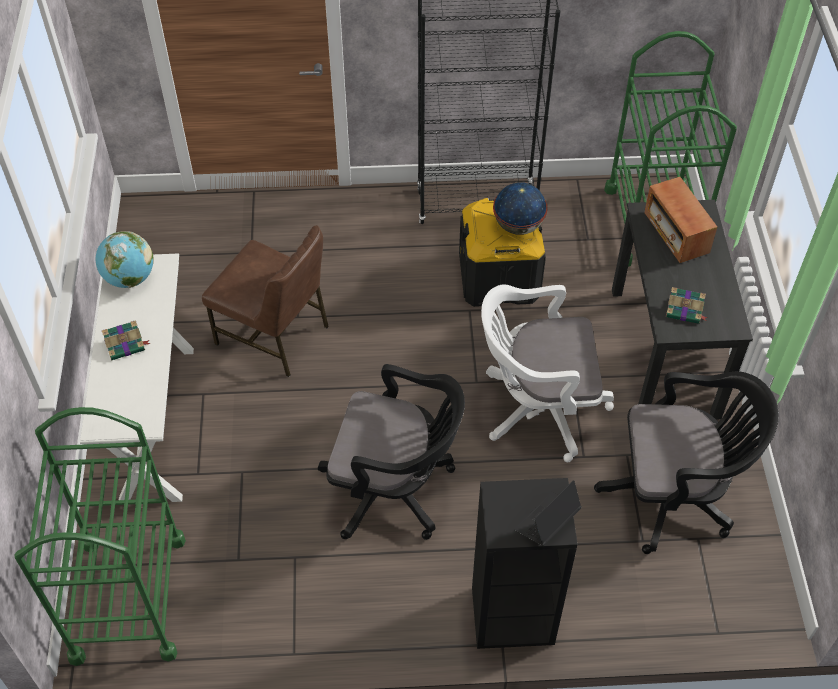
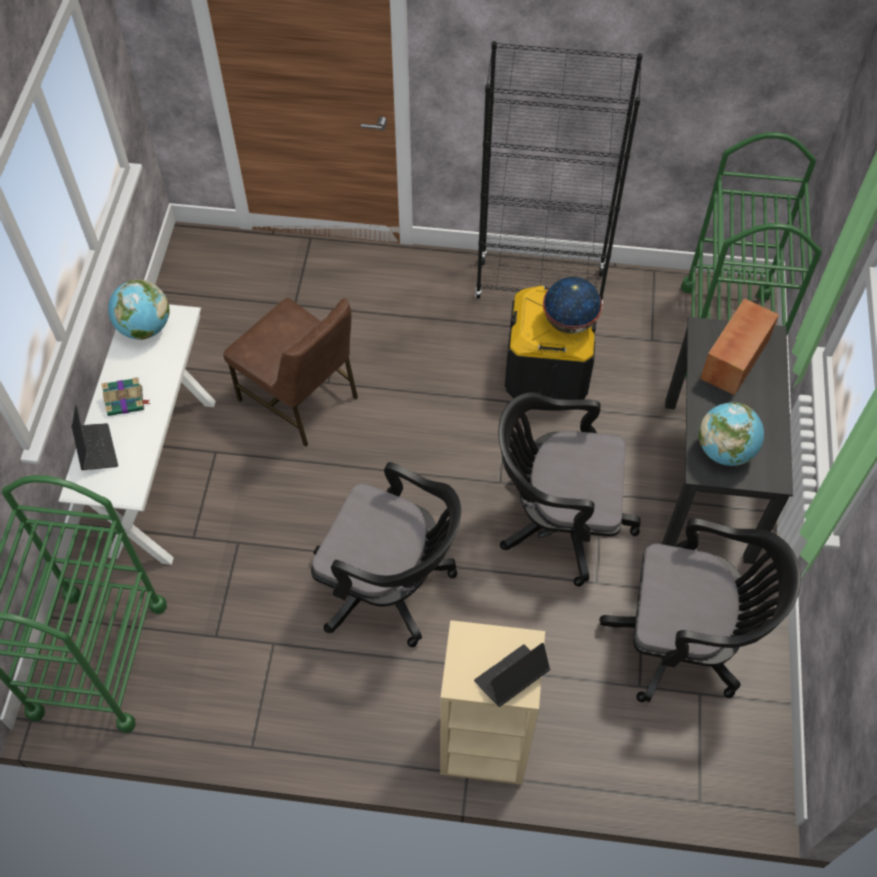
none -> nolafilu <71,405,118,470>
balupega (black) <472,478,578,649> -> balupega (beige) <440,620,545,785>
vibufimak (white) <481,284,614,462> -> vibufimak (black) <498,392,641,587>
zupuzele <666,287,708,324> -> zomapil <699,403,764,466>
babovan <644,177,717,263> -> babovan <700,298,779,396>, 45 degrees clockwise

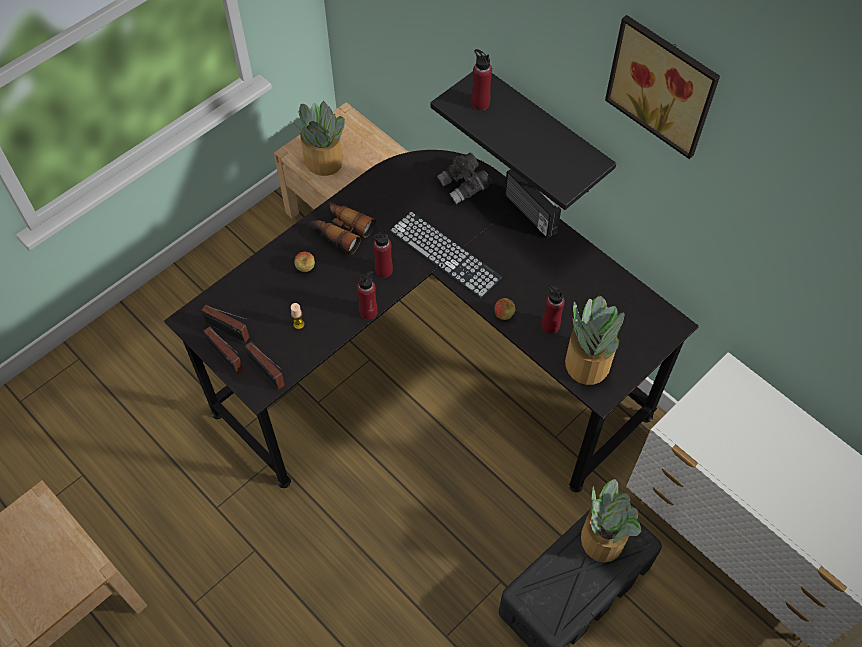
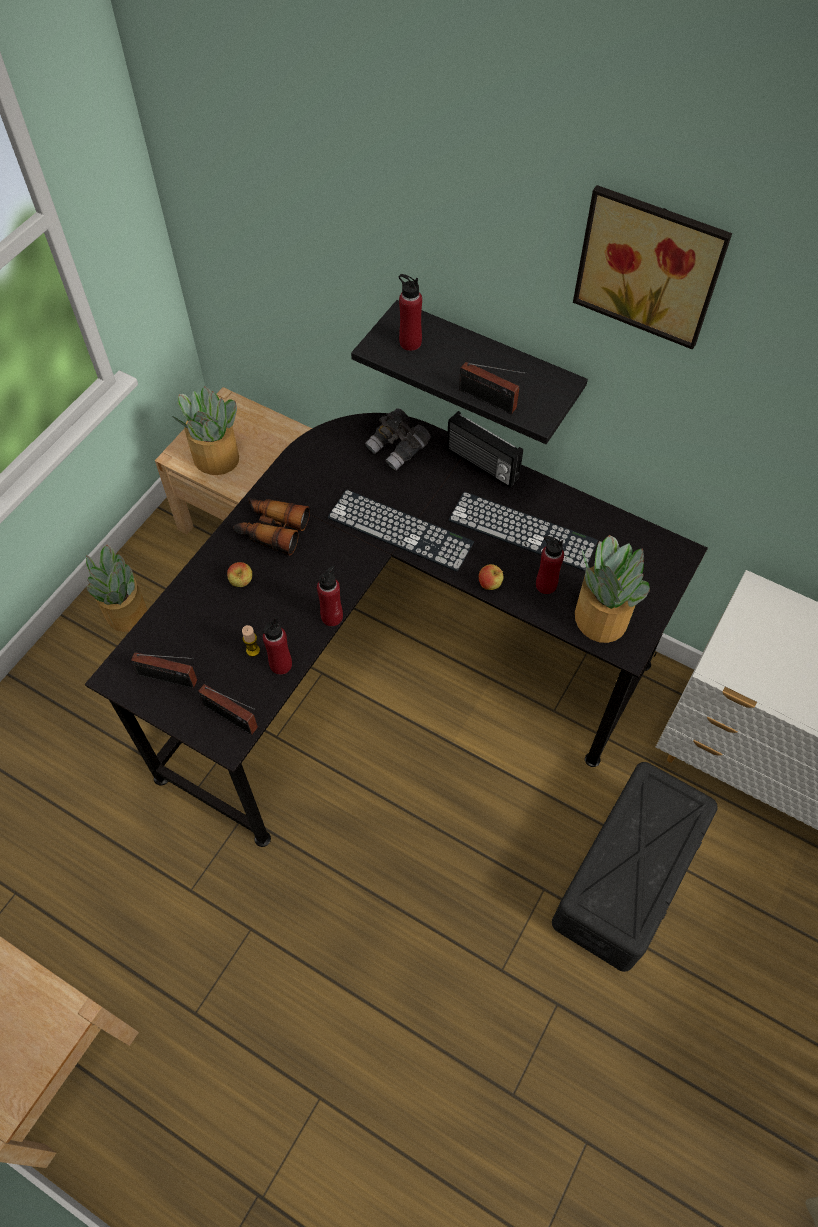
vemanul <581,479,641,563> -> vemanul <86,545,147,632>, relocated
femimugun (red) <373,229,393,278> -> femimugun (red) <263,617,292,675>, relocated
none -> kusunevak <448,492,598,571>
babovan <203,326,243,374> -> babovan <459,362,528,414>, relocated

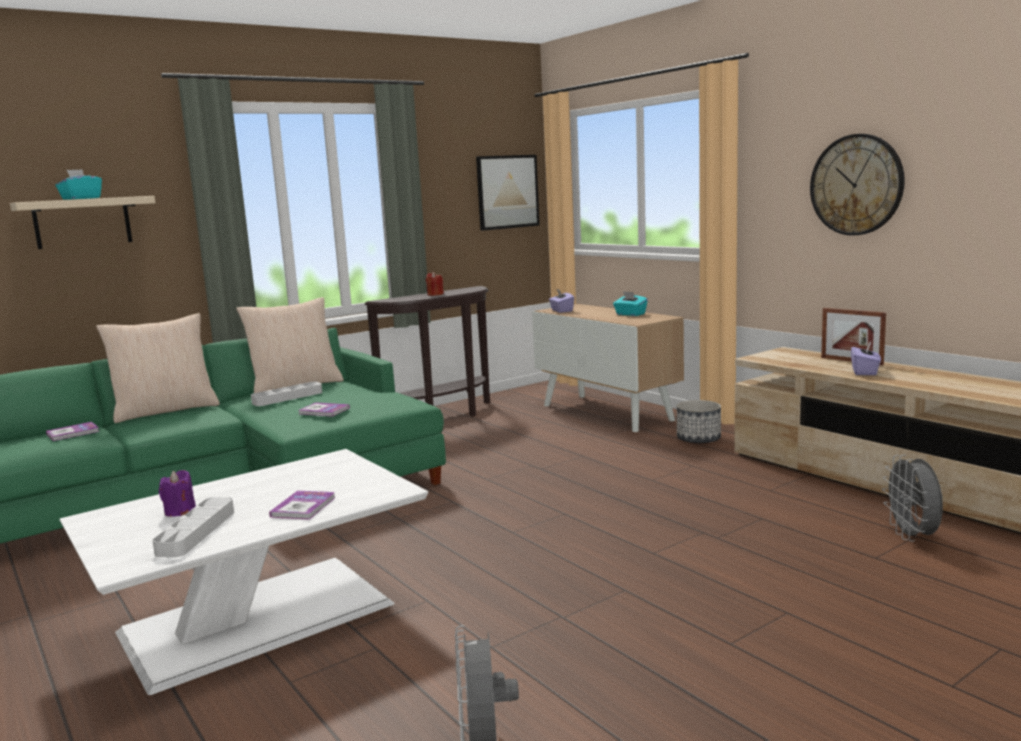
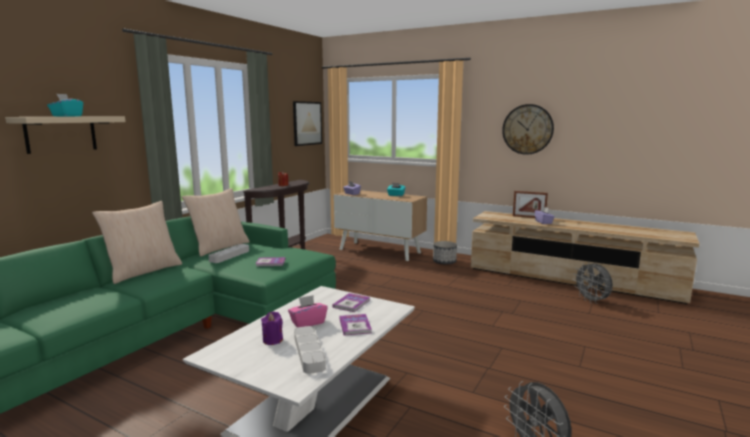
none -> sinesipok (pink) <288,295,328,327>
zupuzele <46,422,100,441> -> zupuzele <332,293,370,312>, relocated

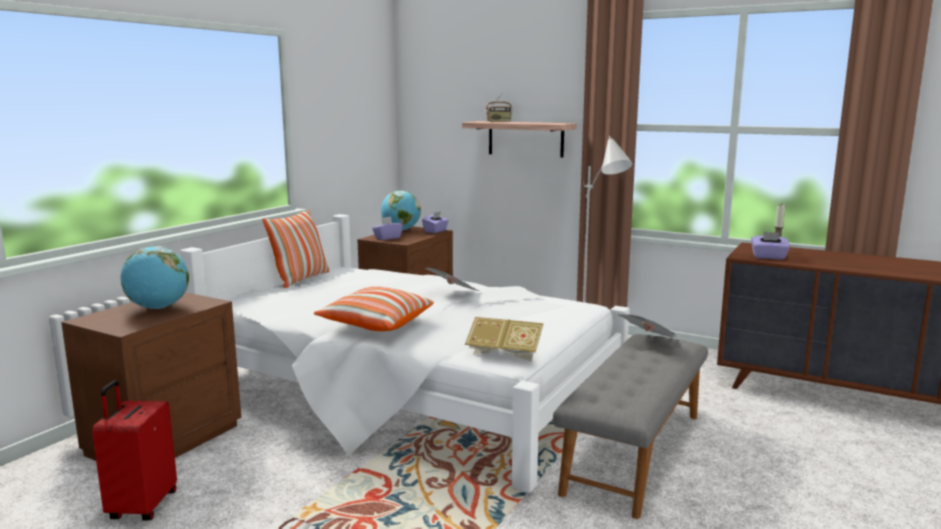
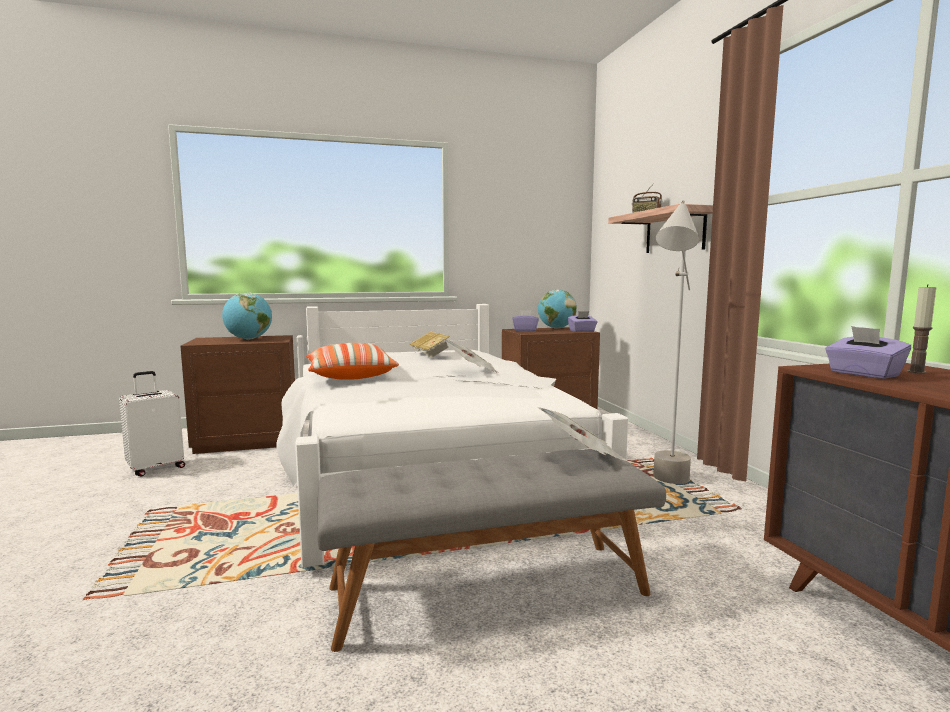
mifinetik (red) <92,380,177,521> -> mifinetik (white) <119,371,185,476>
zupuzele <465,317,544,361> -> zupuzele <409,331,450,358>, relocated
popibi <262,209,330,288> -> none

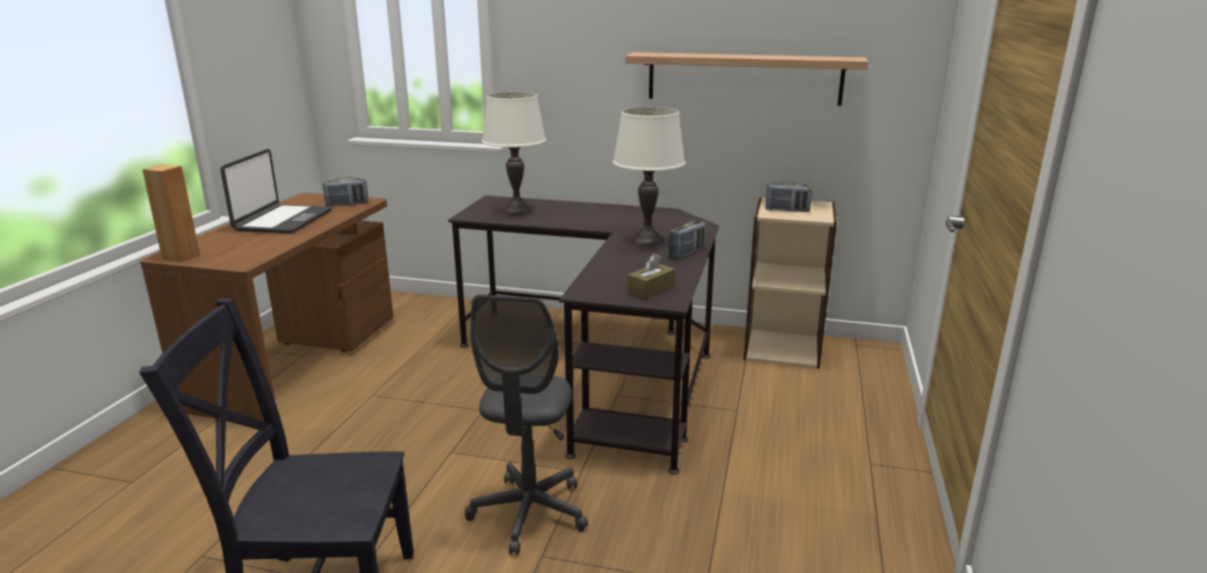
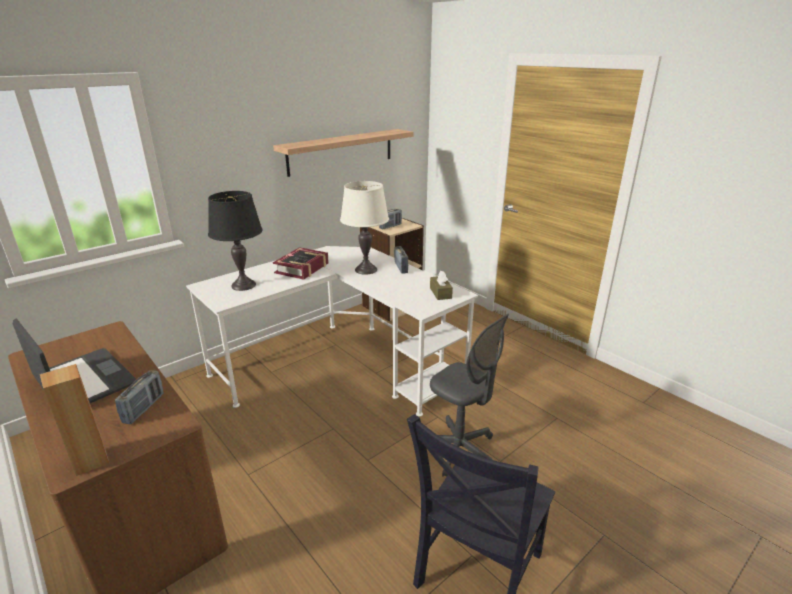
babovan <323,177,368,207> -> babovan <115,370,164,424>, relocated
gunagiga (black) <448,195,719,474> -> gunagiga (white) <186,246,478,417>
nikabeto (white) <482,92,546,215> -> nikabeto (black) <208,191,263,291>
none -> zupuzele <273,247,329,280>

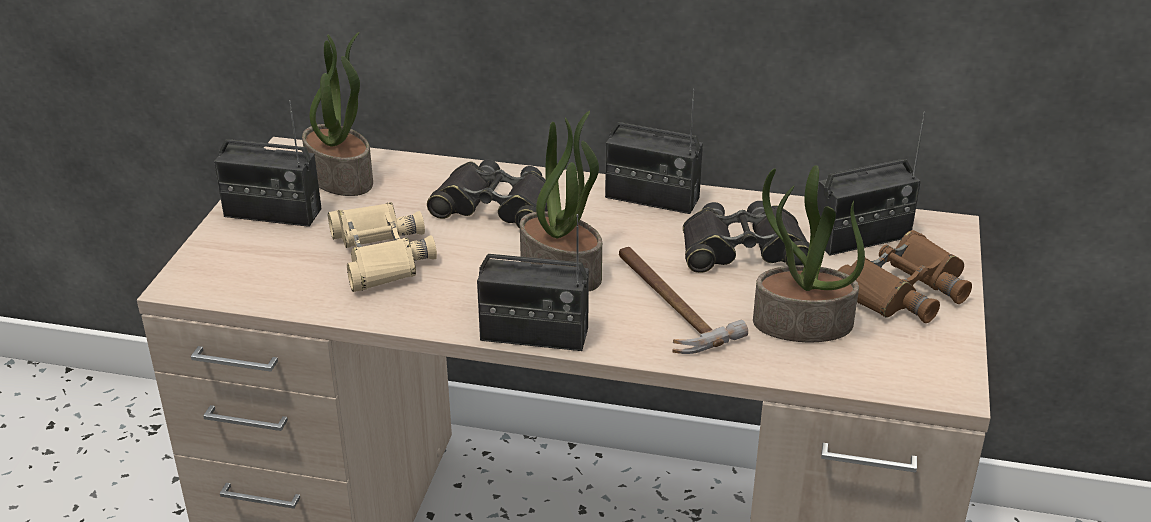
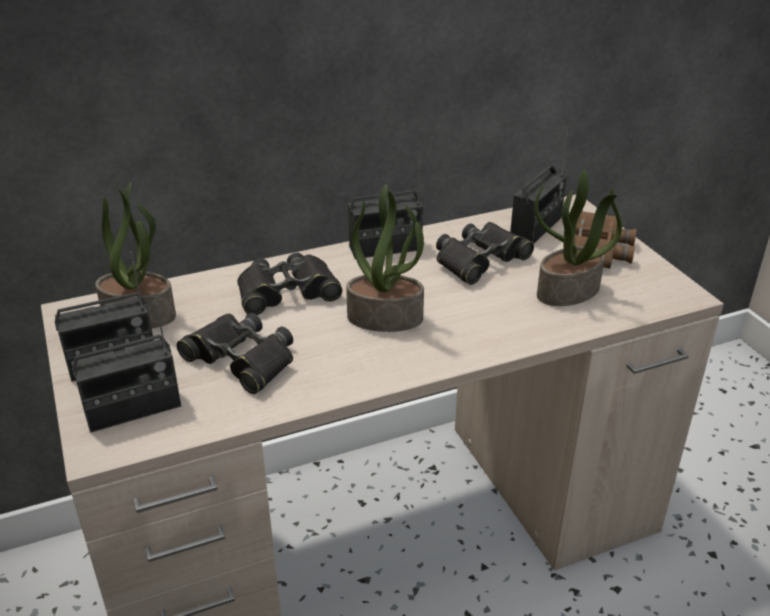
babovan <477,214,589,351> -> babovan <71,293,181,433>, relocated
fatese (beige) <328,202,437,292> -> fatese (black) <177,313,293,394>
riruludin <619,247,748,354> -> none

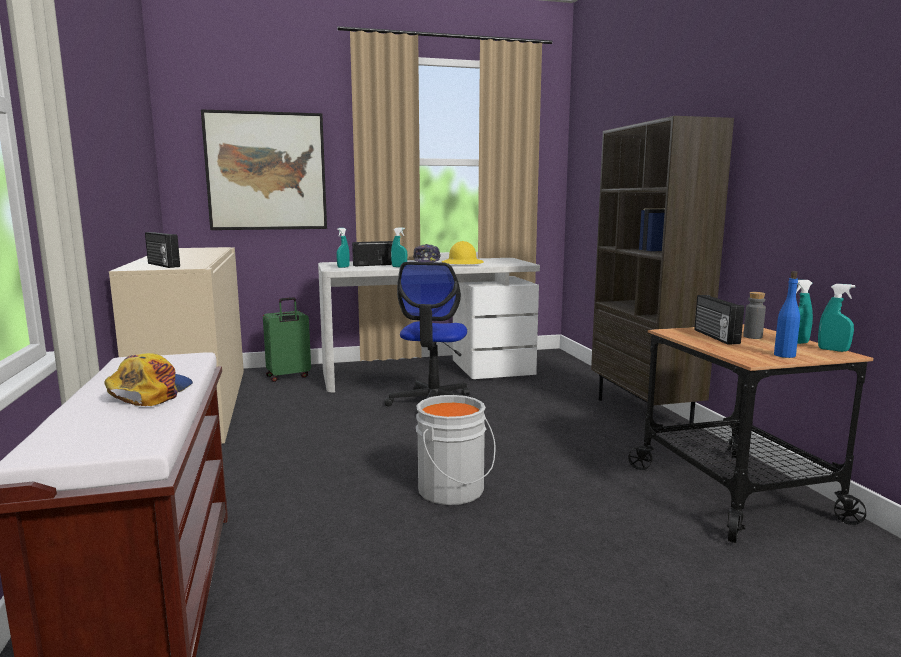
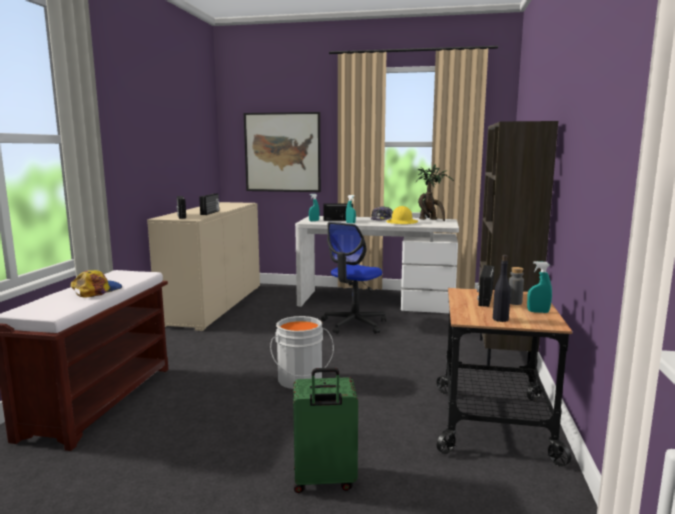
none -> babovan <199,194,219,215>
mifinetik (green) <263,297,311,382> -> mifinetik (green) <293,368,358,493>, relocated
none -> vemanul <416,165,454,221>
femimugun (blue) <774,271,800,358> -> femimugun (black) <493,255,511,322>
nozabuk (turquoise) <818,284,855,352> -> none

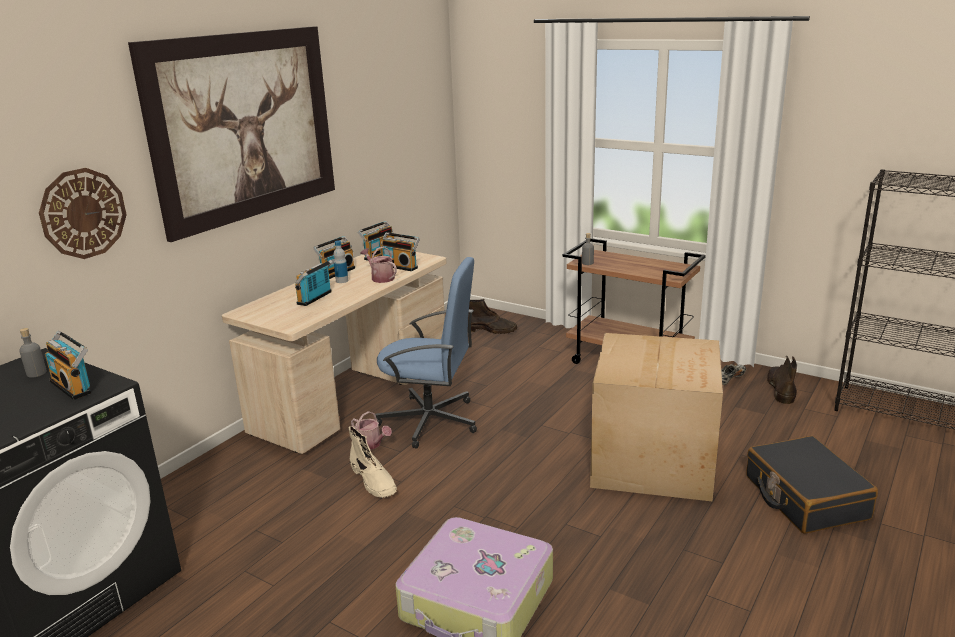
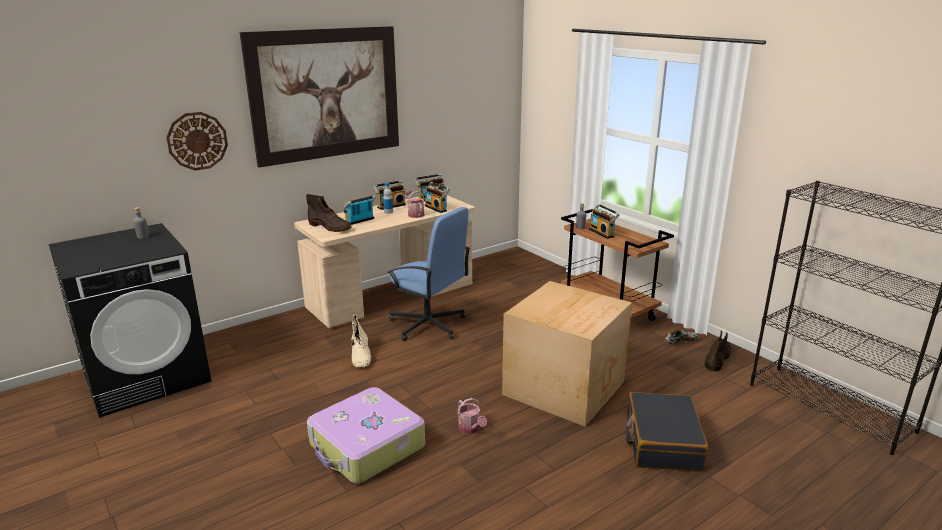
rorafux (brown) <468,299,517,334> -> rorafux (brown) <306,194,352,232>, relocated
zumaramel <351,411,392,450> -> zumaramel <458,398,487,434>, relocated
babovan <45,331,91,400> -> babovan <589,204,620,239>, relocated

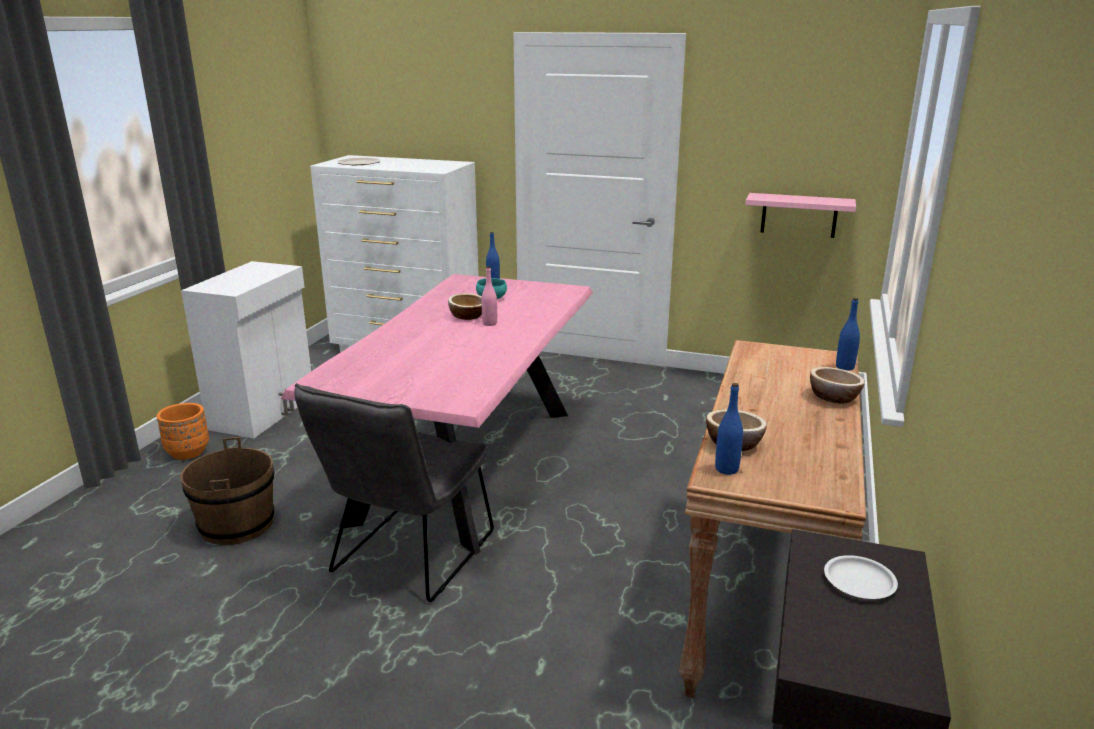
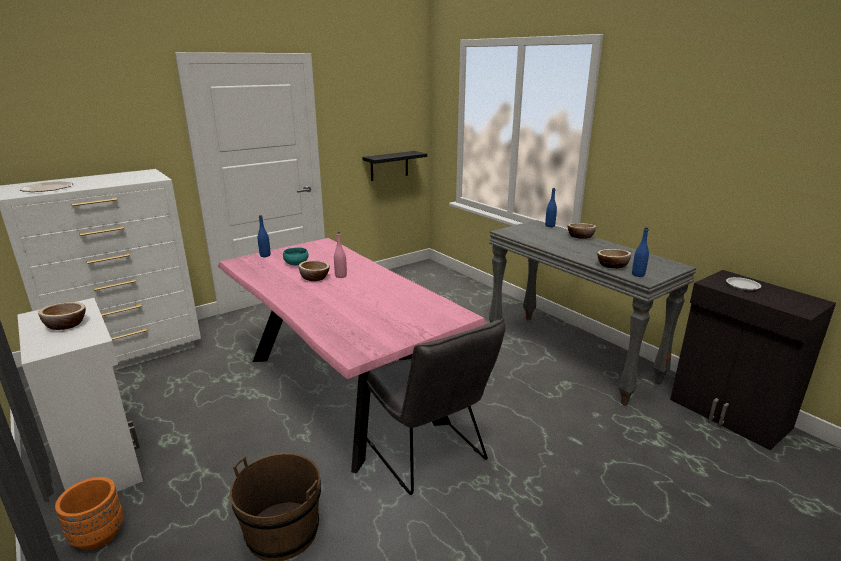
none -> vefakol <38,302,86,330>
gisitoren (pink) <745,193,856,238> -> gisitoren (black) <362,151,427,181>
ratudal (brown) <679,340,866,698> -> ratudal (grey) <489,220,696,406>

